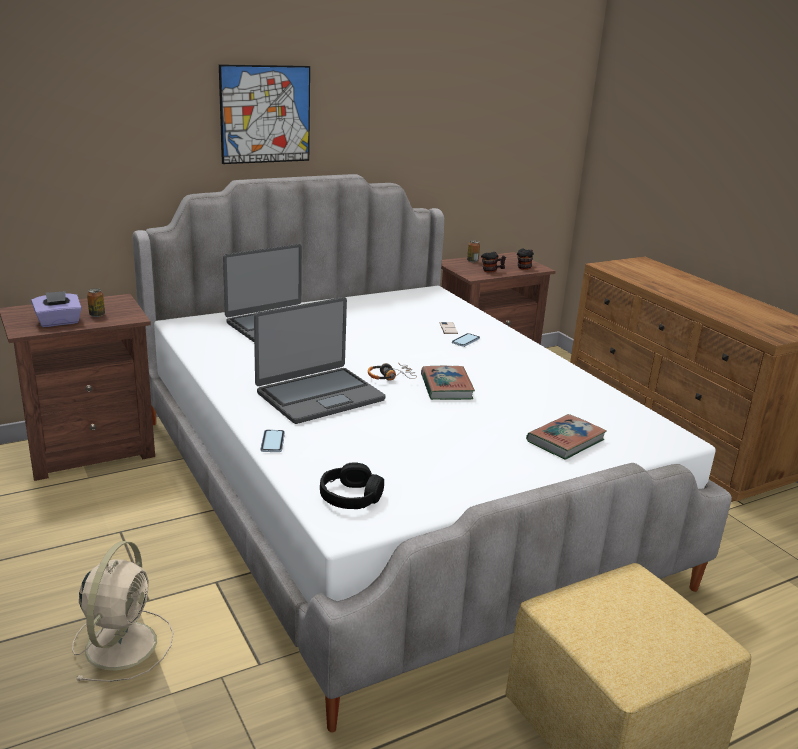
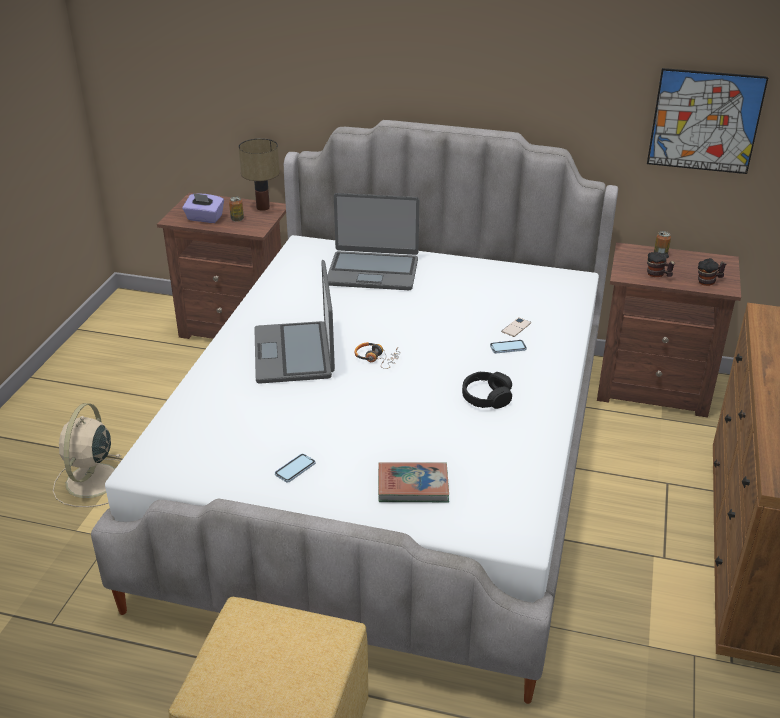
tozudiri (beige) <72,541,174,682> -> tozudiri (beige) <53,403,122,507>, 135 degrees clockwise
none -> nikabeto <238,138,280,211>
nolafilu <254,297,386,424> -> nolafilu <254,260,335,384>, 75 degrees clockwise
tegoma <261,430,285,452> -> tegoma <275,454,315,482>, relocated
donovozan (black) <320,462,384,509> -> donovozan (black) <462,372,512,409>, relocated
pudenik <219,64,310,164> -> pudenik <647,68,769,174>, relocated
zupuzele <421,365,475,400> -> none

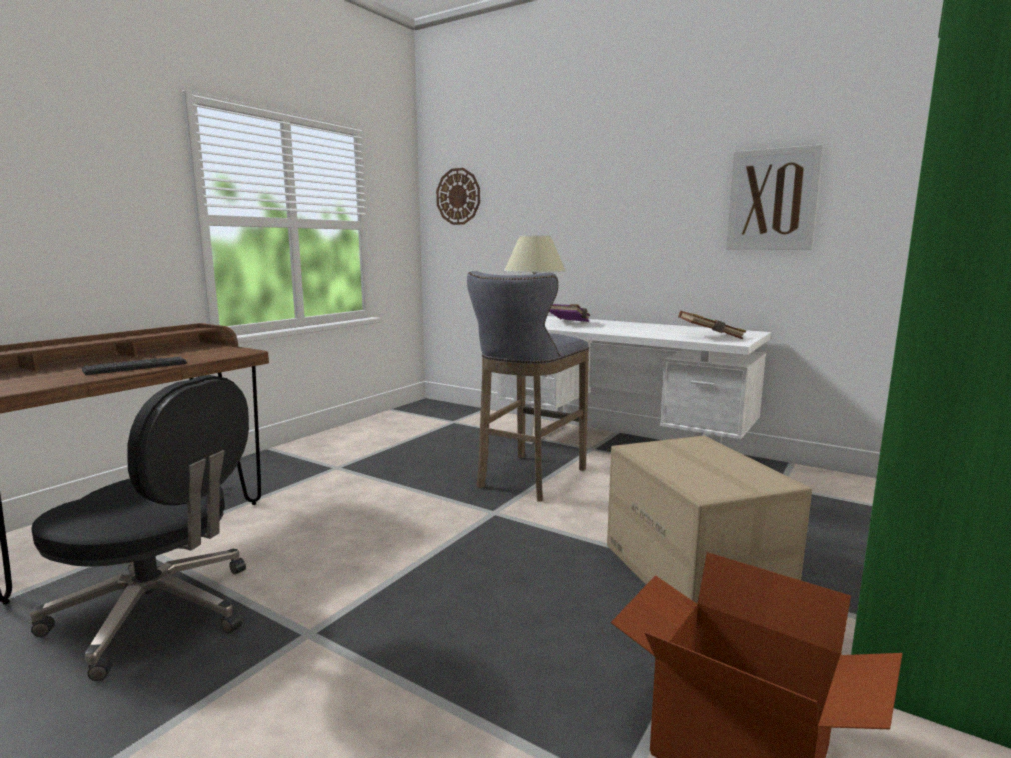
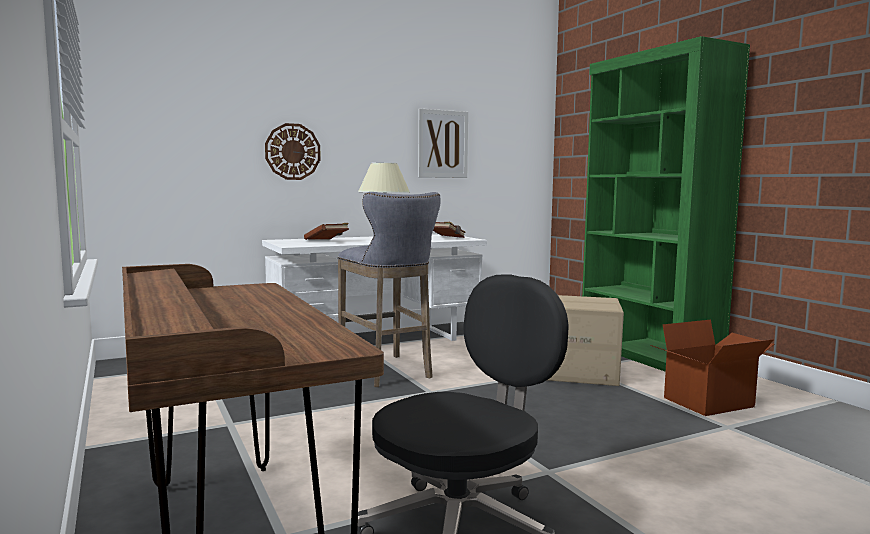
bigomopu <436,168,480,225> -> bigomopu <265,123,321,180>, relocated
zupuzele (purple) <549,304,590,322> -> zupuzele (brown) <304,223,349,240>
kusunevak <82,357,187,375> -> none

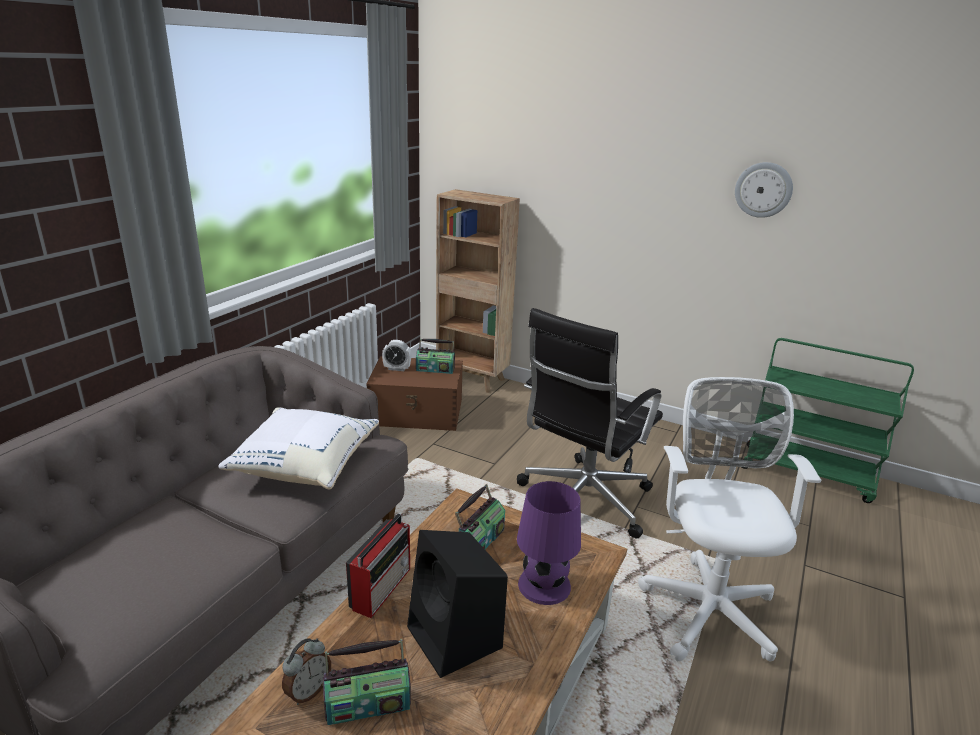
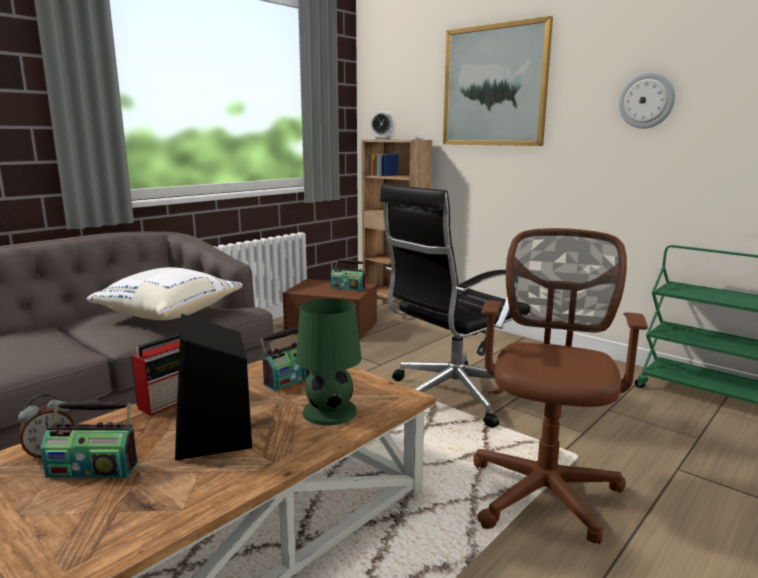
nikabeto (purple) <517,481,581,605> -> nikabeto (green) <296,299,362,425>
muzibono <382,340,411,371> -> muzibono <370,111,396,139>, relocated
none -> pudenik <443,16,553,146>
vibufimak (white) <638,377,822,661> -> vibufimak (brown) <473,228,648,544>

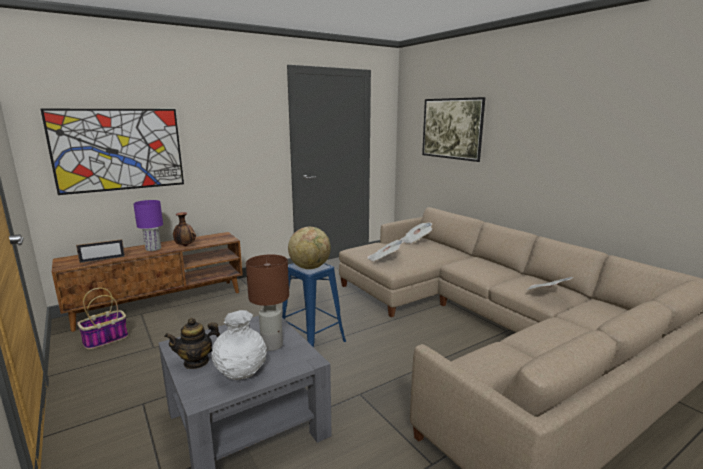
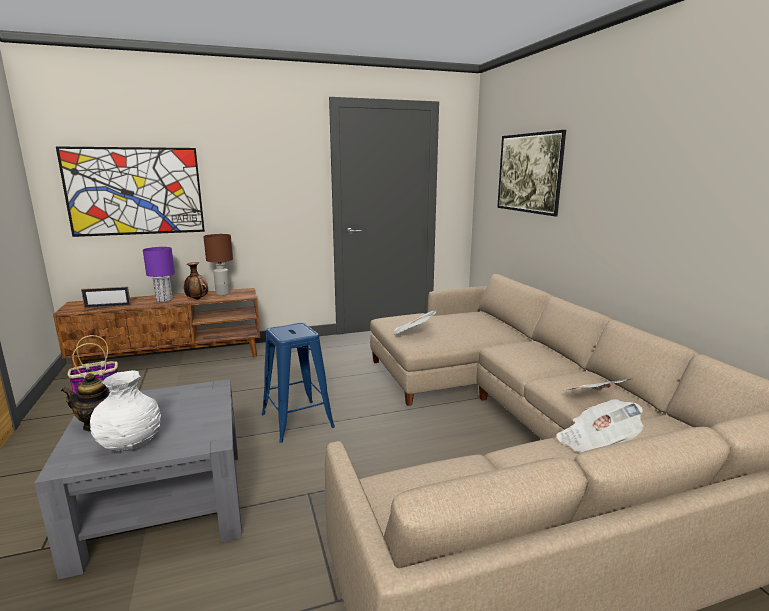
nikabeto (brown) <246,254,289,351> -> nikabeto (brown) <203,234,233,296>, relocated
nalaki <400,222,432,244> -> nalaki <556,399,644,453>, relocated
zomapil <288,227,331,269> -> none

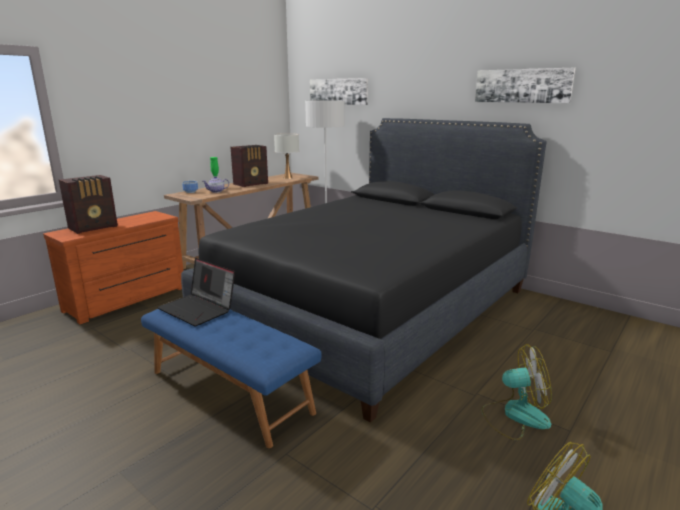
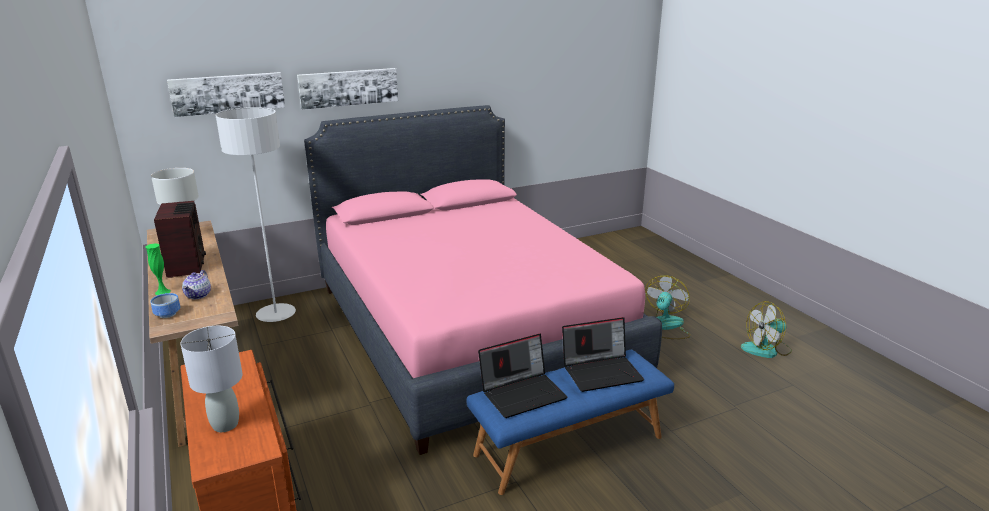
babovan <59,175,118,234> -> nikabeto (grey) <180,326,243,432>
pudenik <475,68,576,103> -> pudenik <297,68,398,110>, relocated
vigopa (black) <181,118,547,423> -> vigopa (pink) <304,105,662,455>
none -> nolafilu <562,317,644,392>

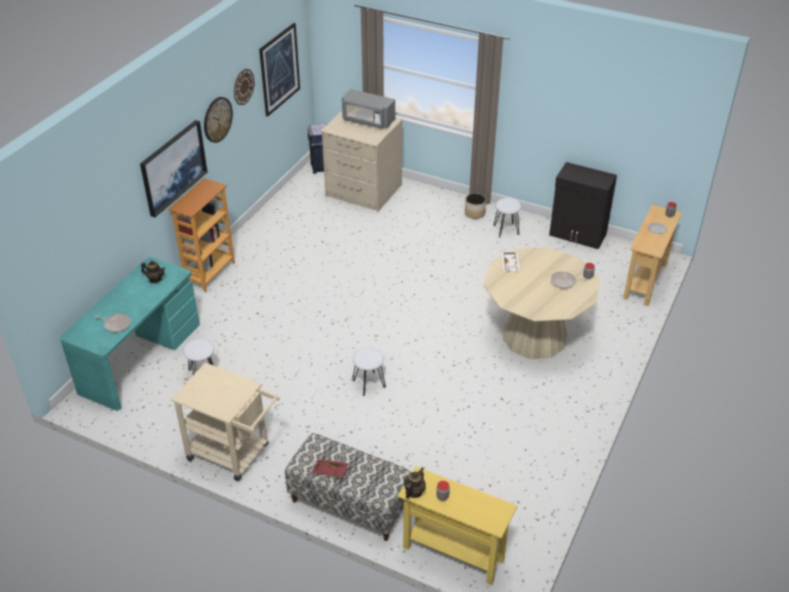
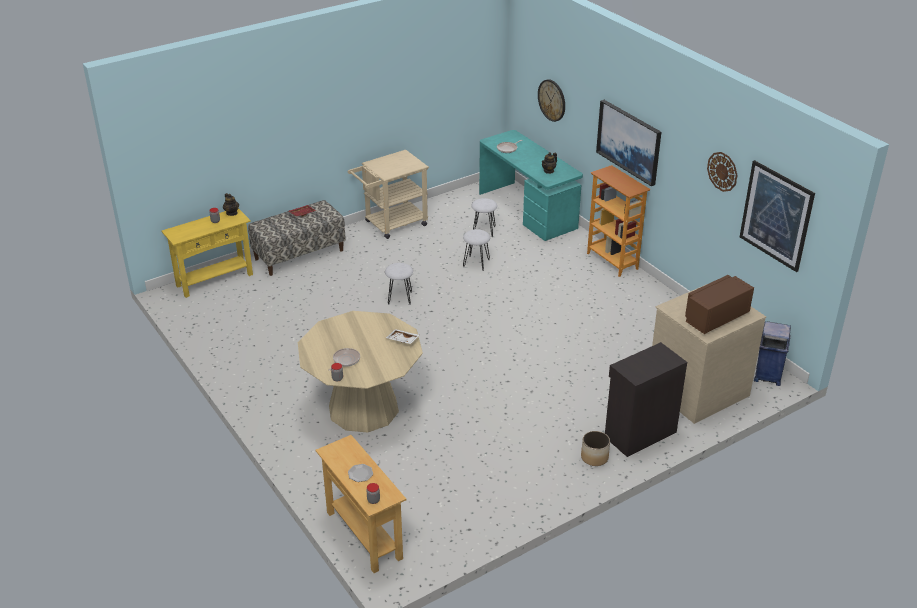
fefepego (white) <494,198,522,237> -> fefepego (white) <463,229,490,271>, relocated
bigomopu <204,97,233,143> -> bigomopu <538,79,565,122>, relocated
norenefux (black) <549,162,617,249> -> norenefux (black) <605,342,687,457>, relocated
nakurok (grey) <342,89,395,129> -> nakurok (brown) <685,275,754,334>

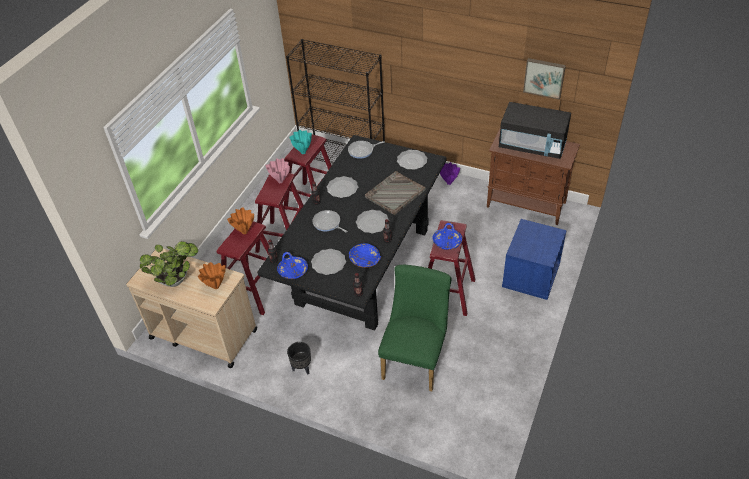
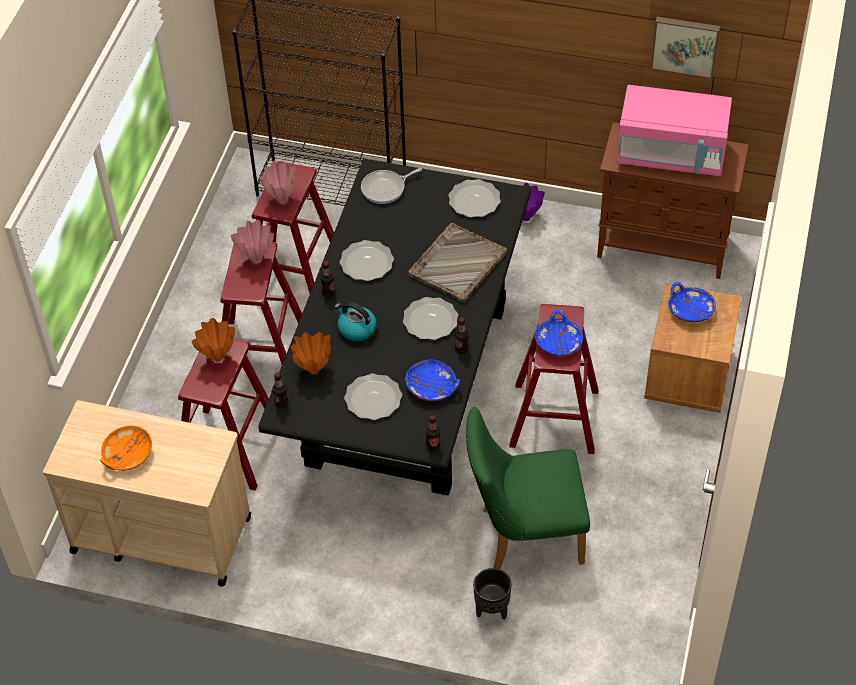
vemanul <140,241,198,287> -> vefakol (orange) <100,426,152,471>
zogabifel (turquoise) <289,130,312,154> -> zogabifel (pink) <259,162,298,203>
zogabifel (orange) <198,262,226,289> -> zogabifel (orange) <291,332,331,374>, relocated
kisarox <312,210,348,232> -> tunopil <334,302,377,342>
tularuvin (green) <378,265,452,391> -> tularuvin (green) <466,407,590,569>, 105 degrees counterclockwise
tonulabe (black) <287,342,311,374> -> tonulabe (black) <473,568,512,620>, relocated
nakurok (black) <499,102,571,159> -> nakurok (pink) <616,85,732,176>
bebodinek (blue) <502,219,567,300> -> bebodinek (brown) <644,283,742,413>
vefakol (blue) <277,252,308,279> -> vefakol (blue) <668,282,716,322>, relocated

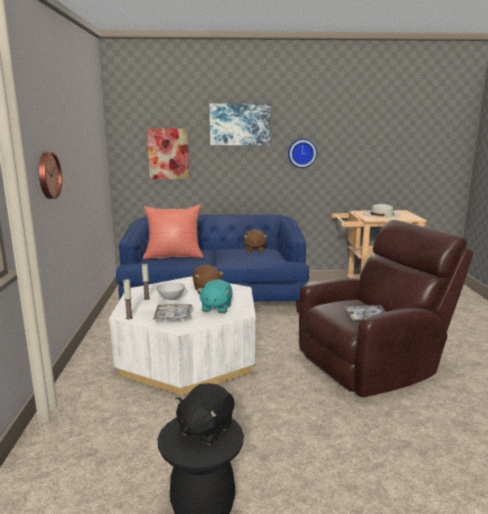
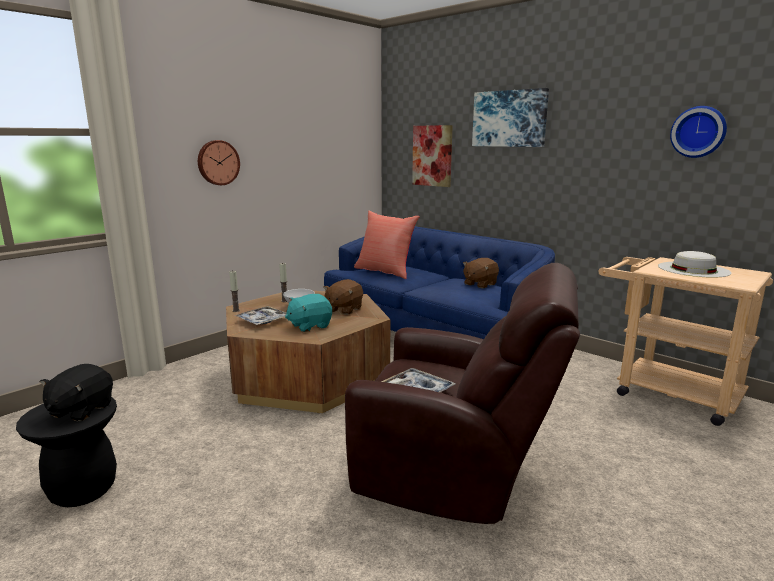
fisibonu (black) <174,383,234,445> -> fisibonu (black) <40,364,113,422>, 60 degrees counterclockwise
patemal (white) <109,276,256,396> -> patemal (brown) <226,291,390,413>
bigomopu <288,139,317,168> -> bigomopu <670,106,727,158>, relocated

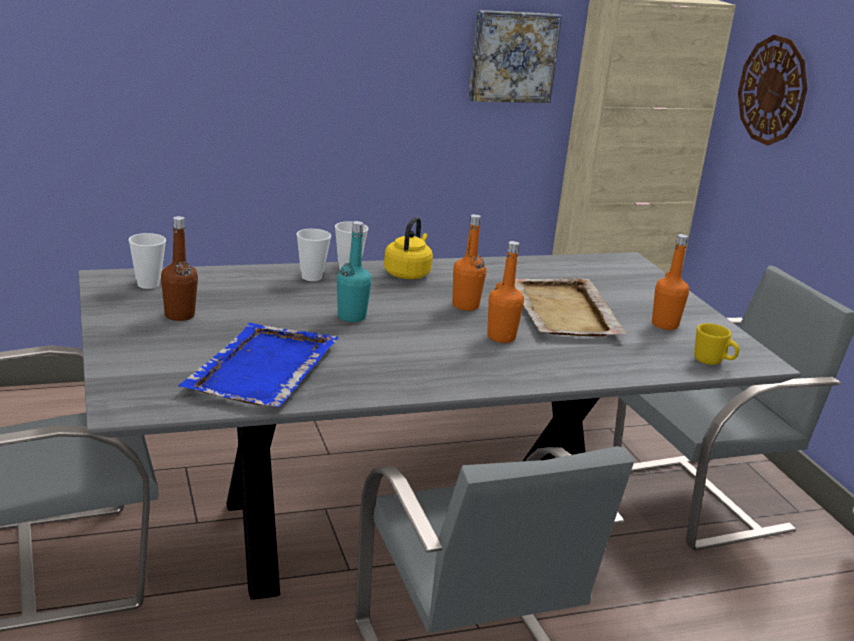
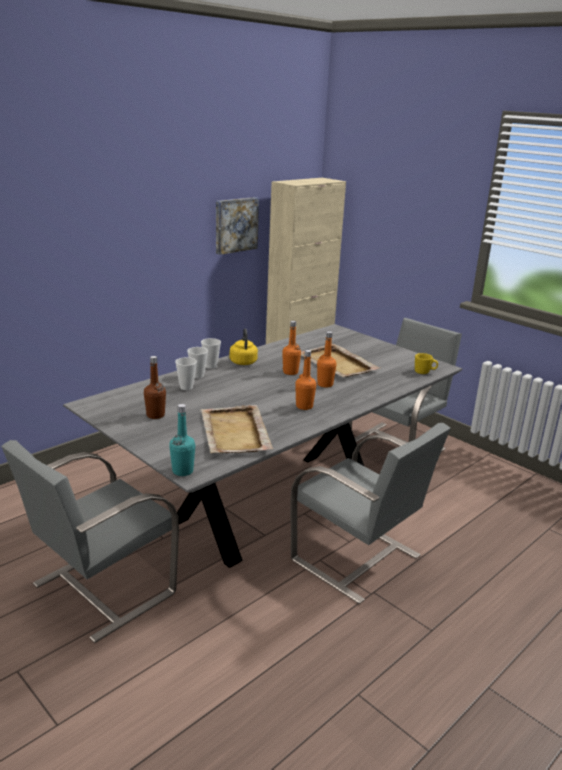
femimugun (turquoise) <337,221,372,322> -> femimugun (turquoise) <169,404,195,476>, relocated
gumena <128,233,166,289> -> gumena <175,357,197,390>, relocated
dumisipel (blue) <178,323,339,407> -> dumisipel (beige) <201,405,273,453>
femimugun (orange) <652,234,689,330> -> femimugun (orange) <295,350,316,410>, relocated
bigomopu <738,35,807,145> -> none

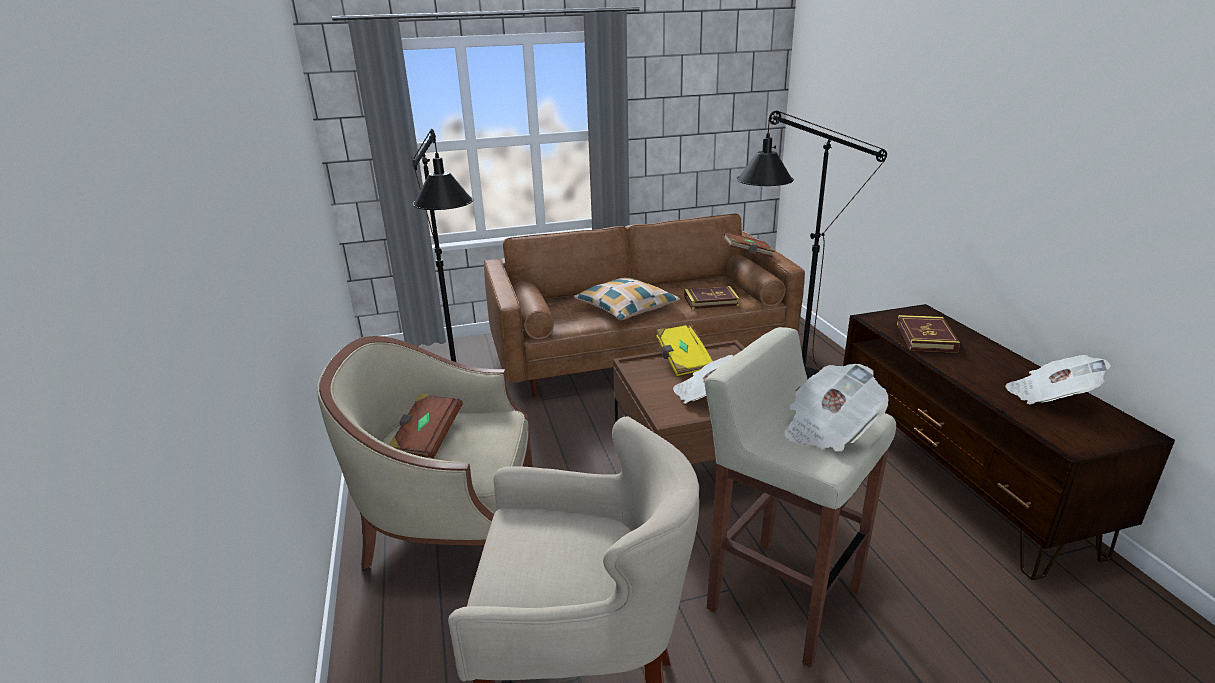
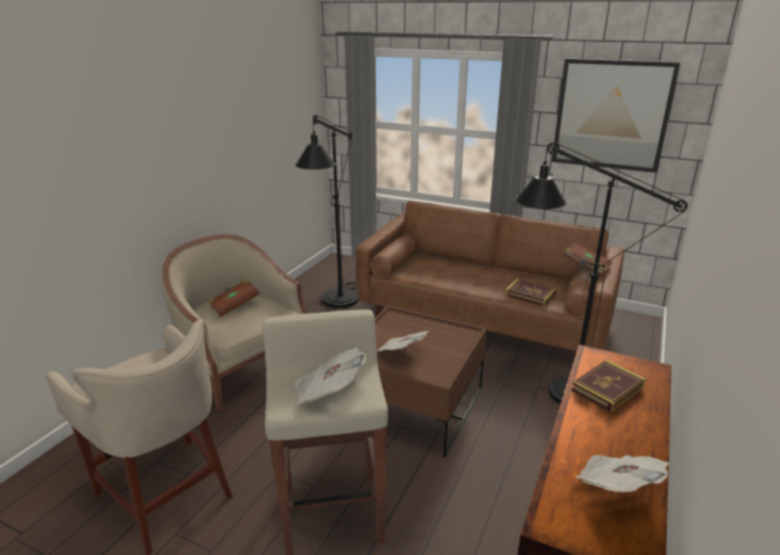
none -> pudenik <552,58,680,173>
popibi <574,277,680,320> -> none
zupuzele (yellow) <656,325,713,376> -> none

